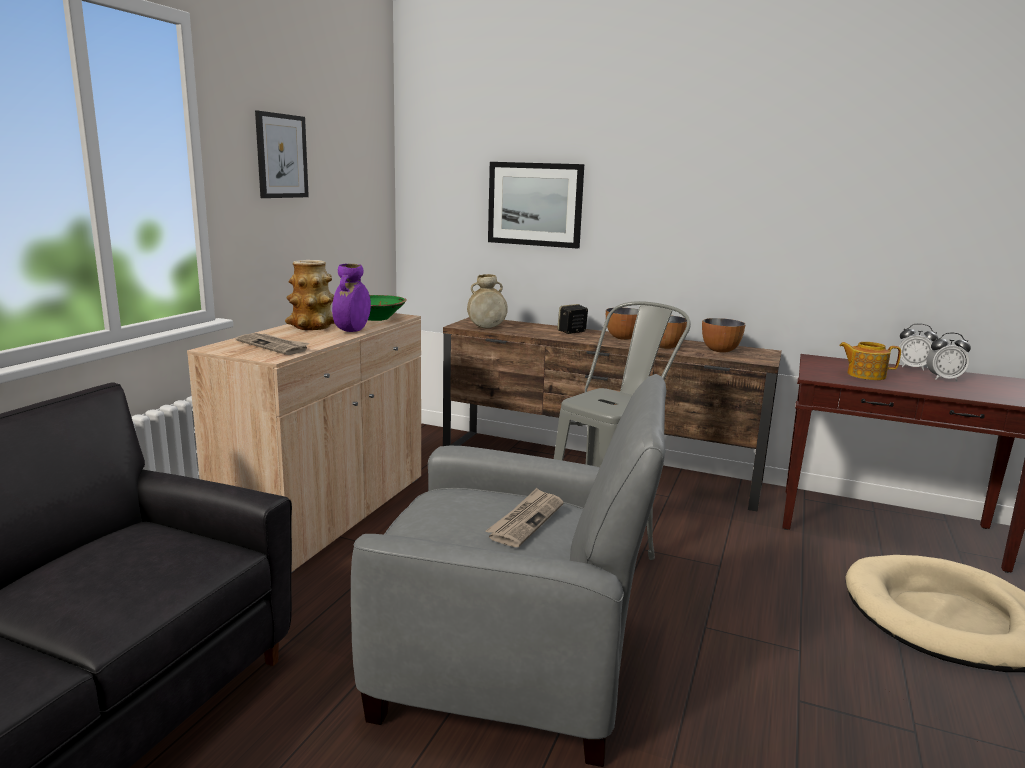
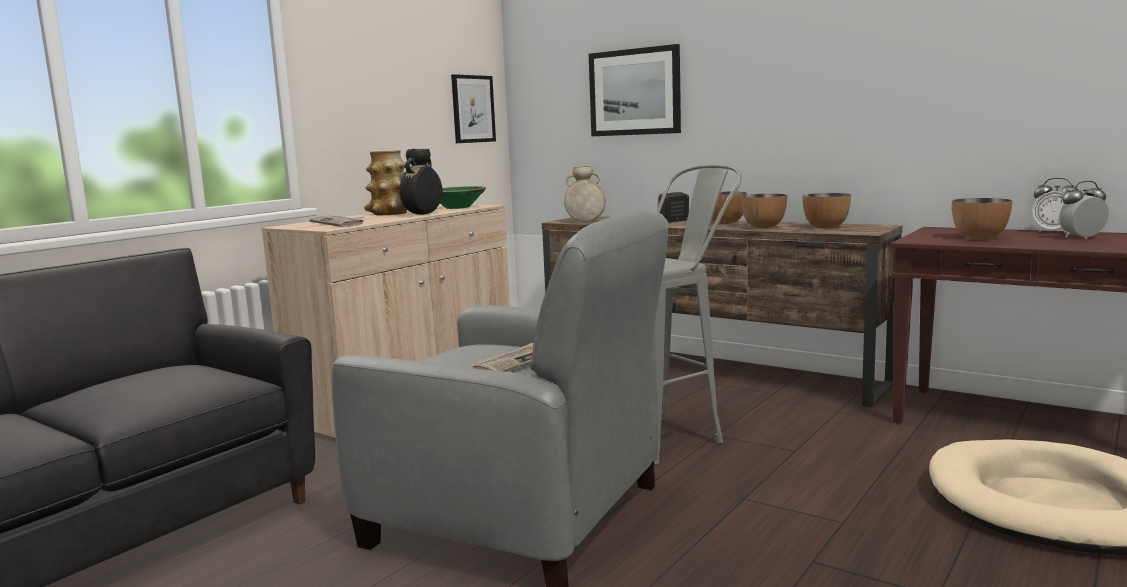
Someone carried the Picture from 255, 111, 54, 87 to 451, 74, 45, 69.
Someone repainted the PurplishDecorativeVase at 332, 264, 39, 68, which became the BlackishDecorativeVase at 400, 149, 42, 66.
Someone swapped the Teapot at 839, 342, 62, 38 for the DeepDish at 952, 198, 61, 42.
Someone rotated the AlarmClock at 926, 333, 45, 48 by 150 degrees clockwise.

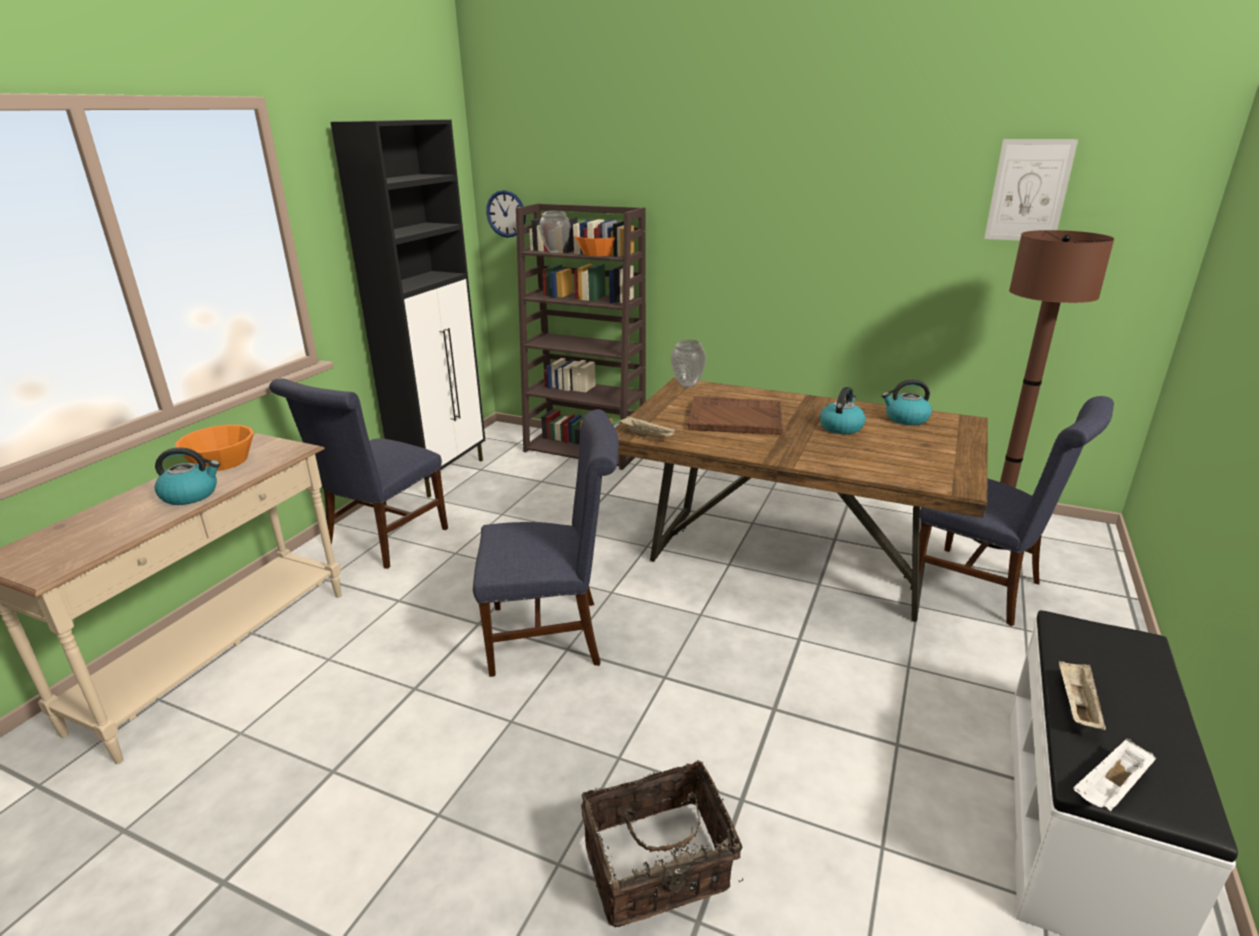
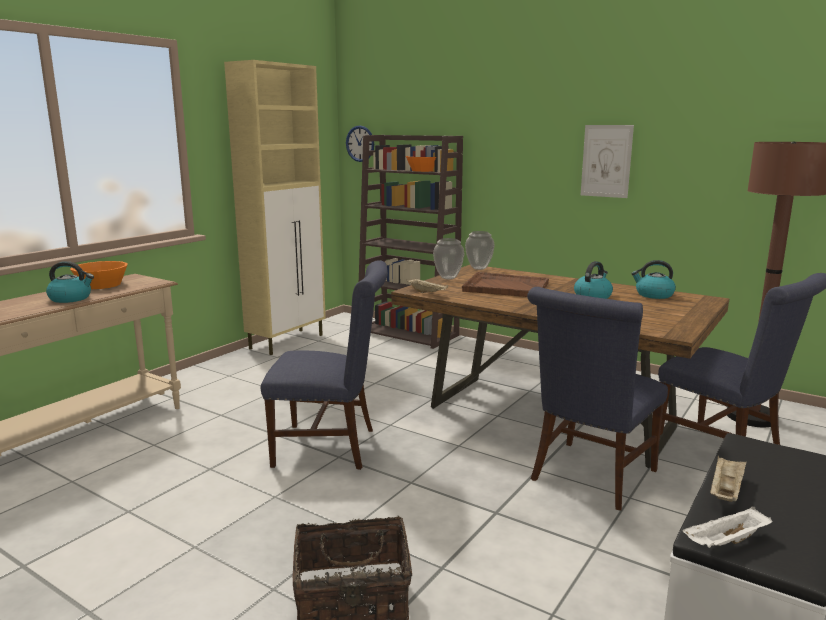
Someone carried the BlueColouredUprightChair from 269, 378, 179, 191 to 527, 287, 141, 224.
Someone repainted the BlackishStorageCabinet at 330, 120, 155, 378, which became the BeigeStorageCabinet at 224, 60, 102, 295.
Someone carried the DecorativeVase from 539, 210, 31, 43 to 433, 238, 31, 41.
Someone carried the Picture from 984, 139, 94, 102 to 581, 125, 53, 73.

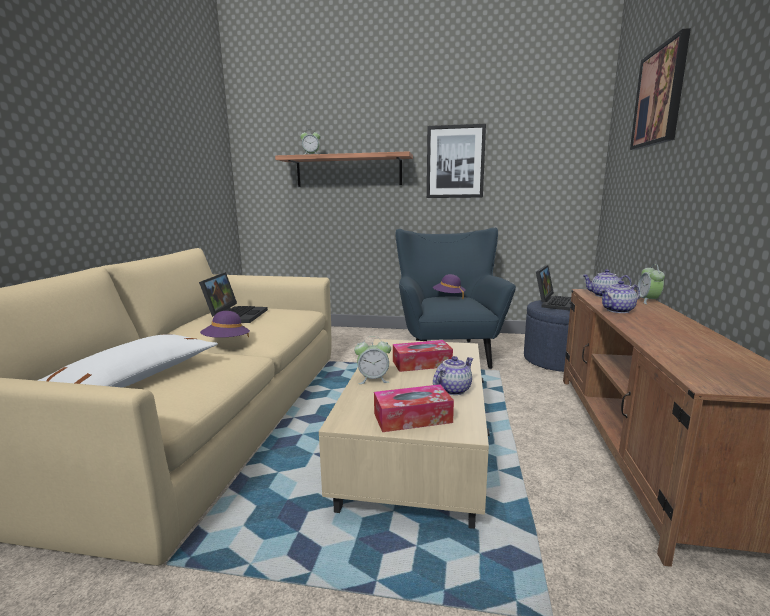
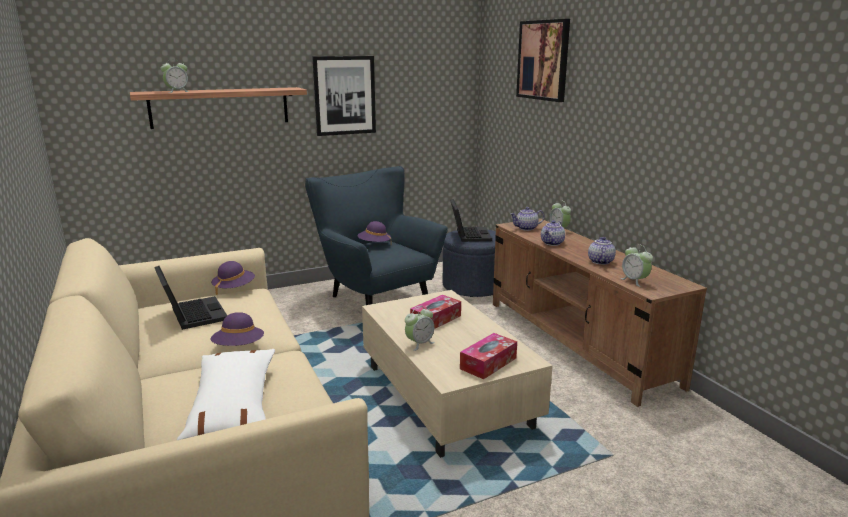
Someone carried the Teapot from 433, 356, 41, 39 to 588, 237, 28, 28.
Someone put down the PurplishWearableHat at 211, 261, 44, 34.
Someone put down the AlarmClock at 620, 244, 33, 43.

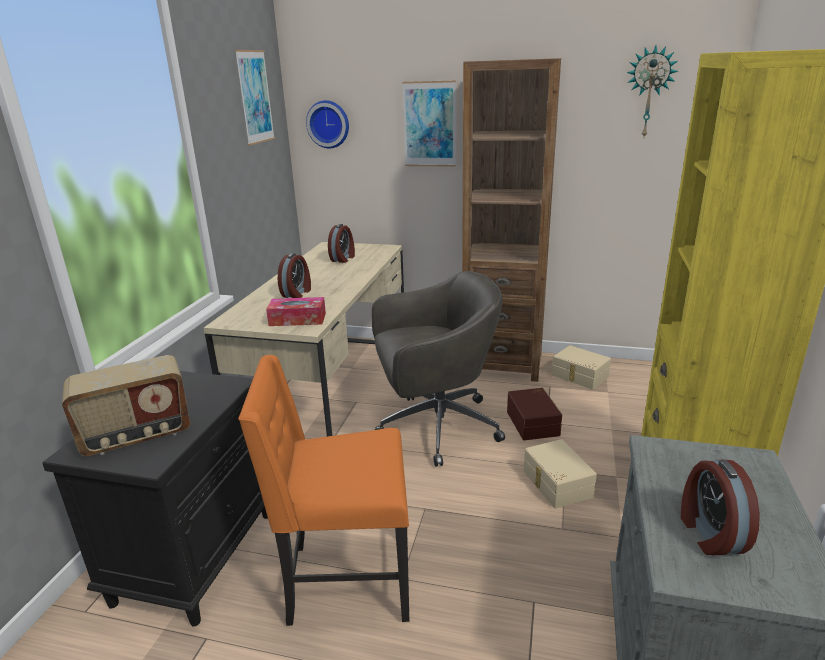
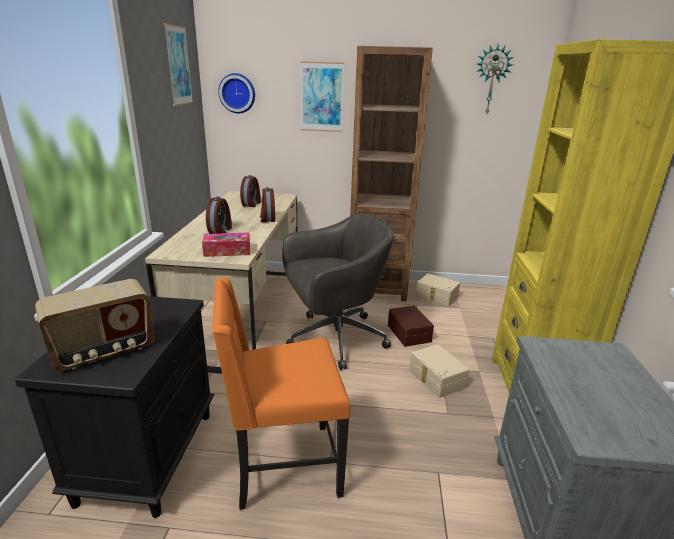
Someone carried the AlarmClock from 681, 459, 79, 96 to 260, 187, 15, 35.

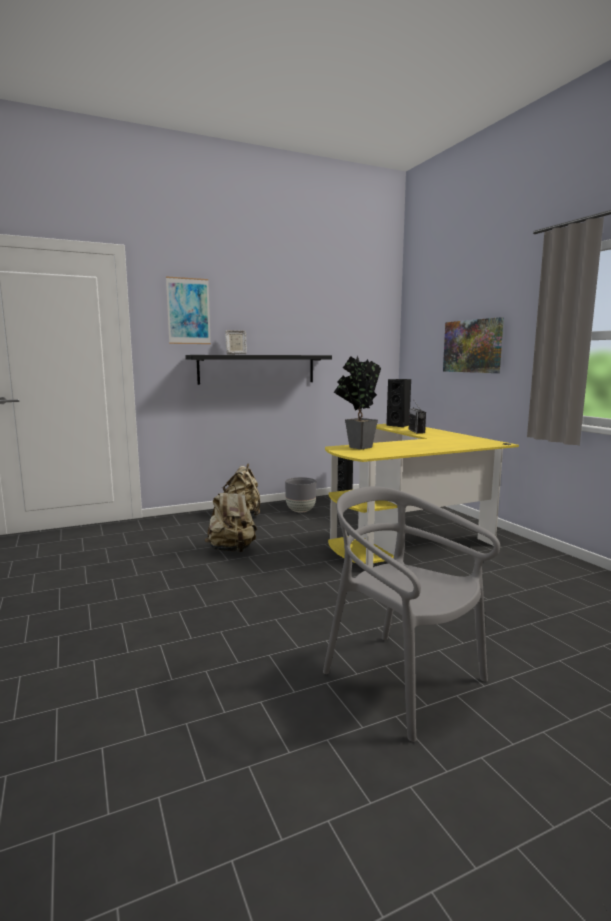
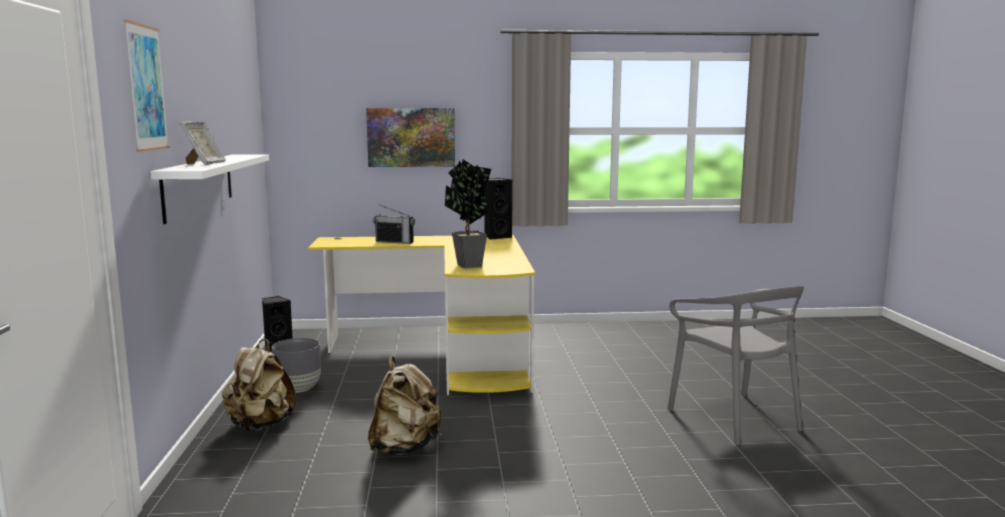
Someone repainted the BlackishBracketShelf at 185, 355, 147, 30, which became the WhiteBracketShelf at 151, 154, 118, 70.
Someone rotated the GreyUprightChair at 323, 486, 177, 256 by 90 degrees counterclockwise.
Someone carried the BlackishSpeaker from 386, 379, 25, 48 to 485, 178, 27, 62.

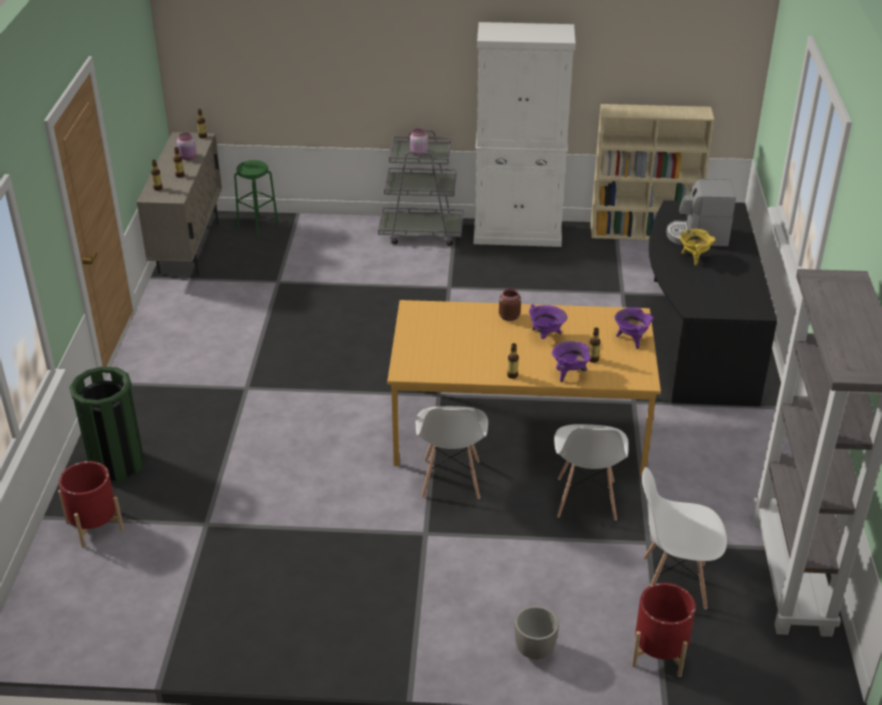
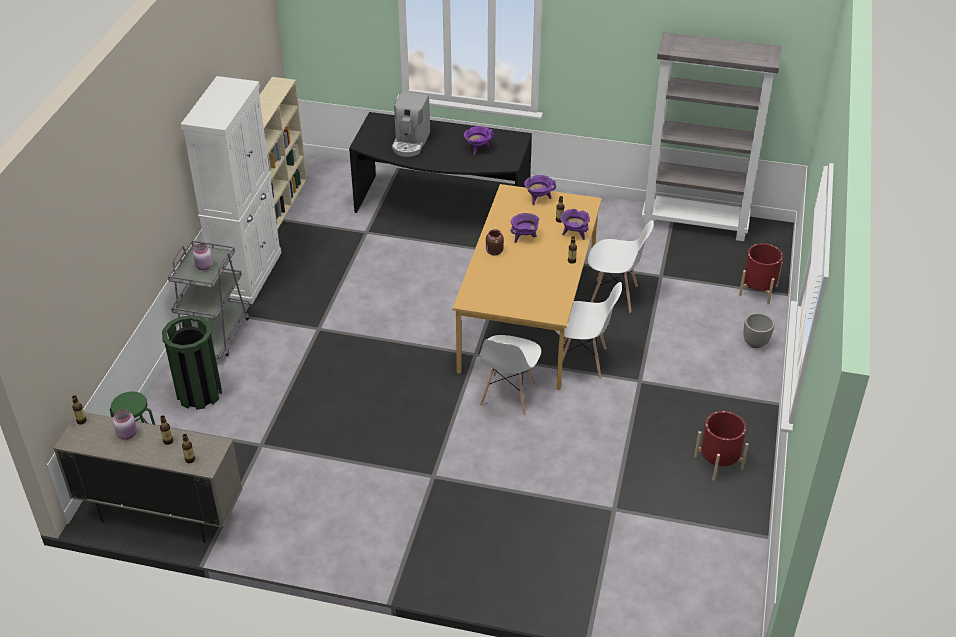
Someone carried the RedColouredPlantPot from 58, 461, 66, 87 to 694, 411, 55, 70.
Someone carried the GreenishWasteBin from 69, 366, 76, 117 to 162, 315, 60, 95.
Someone carried the WhiteUprightChair from 642, 467, 85, 142 to 479, 335, 62, 80.
Someone took away the YellowishStockpot at 680, 229, 35, 37.
Someone put down the PurplishStockpot at 464, 126, 30, 29.

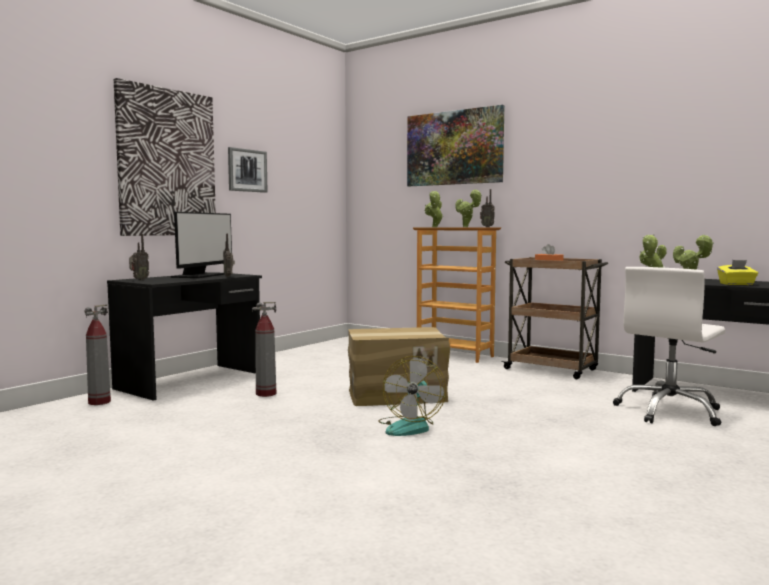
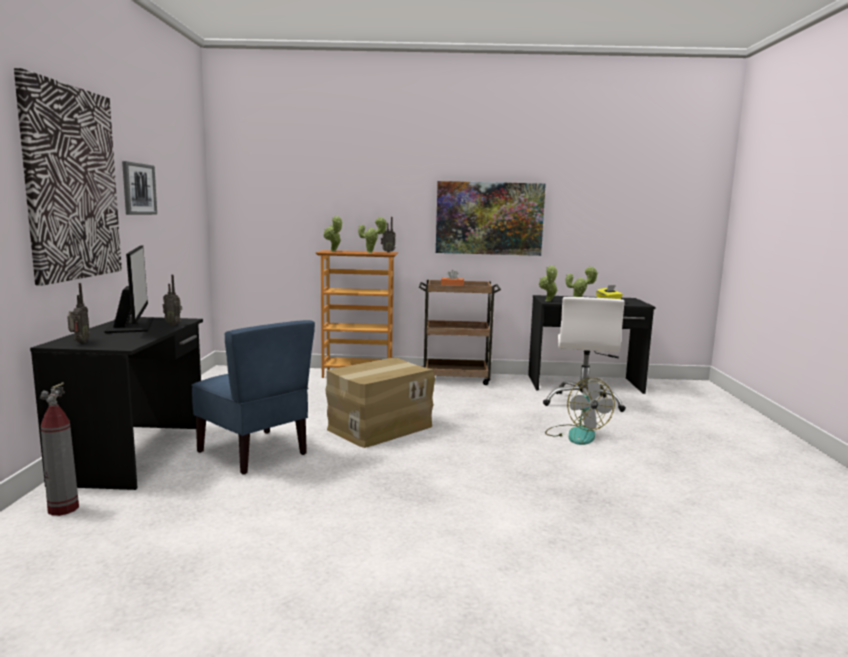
Someone swapped the FireFightingCylinder at 252, 302, 24, 95 for the BlueColouredUprightChair at 191, 320, 124, 155.
Someone carried the Fan from 378, 356, 68, 80 to 545, 378, 70, 67.
Someone carried the Picture from 407, 105, 97, 81 to 436, 181, 110, 75.

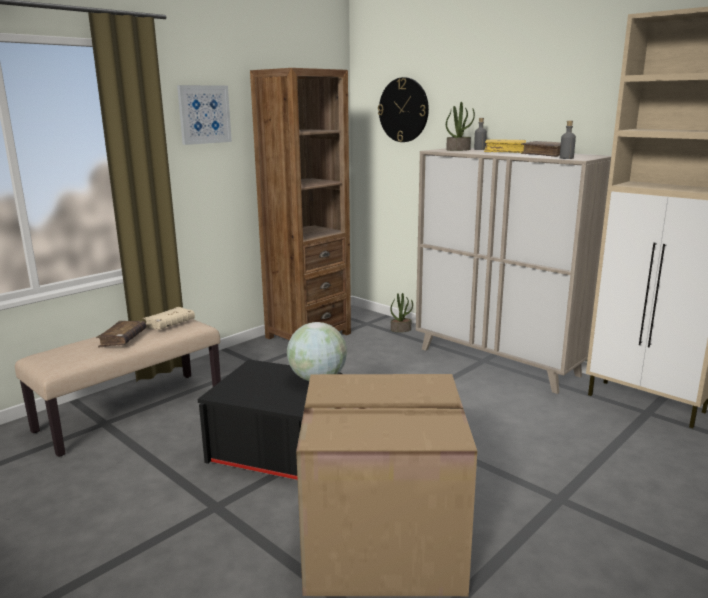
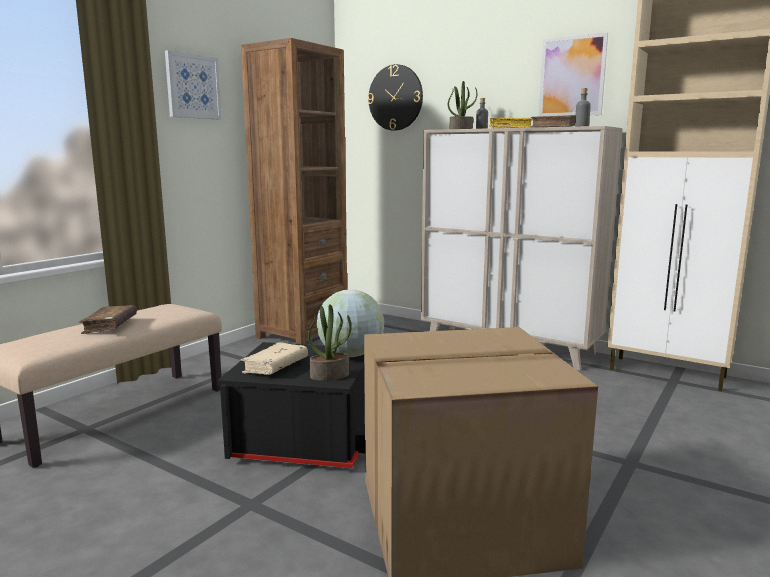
Someone carried the BeigeVolume from 143, 307, 52, 23 to 240, 342, 68, 33.
Someone carried the PlantInAPot from 390, 293, 23, 39 to 308, 304, 44, 77.
Someone put up the Picture at 539, 32, 69, 85.

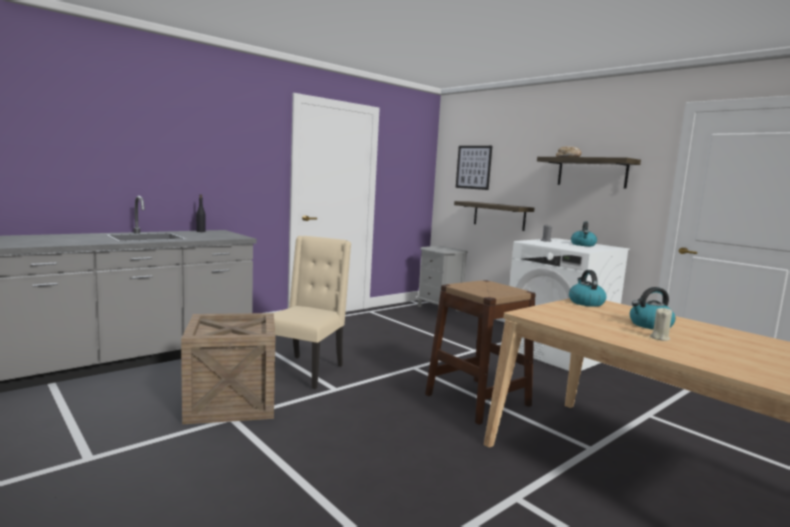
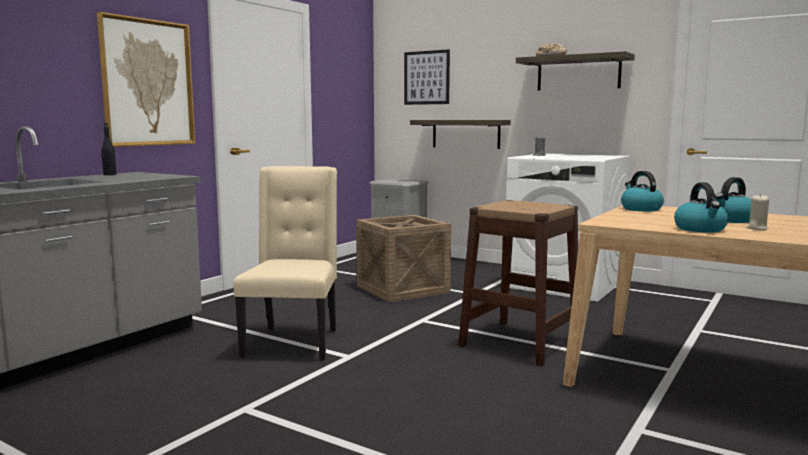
Someone carried the ShippingCrate from 181, 313, 94, 111 to 356, 215, 95, 87.
Someone carried the Kettle from 571, 221, 26, 25 to 674, 182, 55, 51.
Someone put up the Picture at 97, 12, 98, 135.

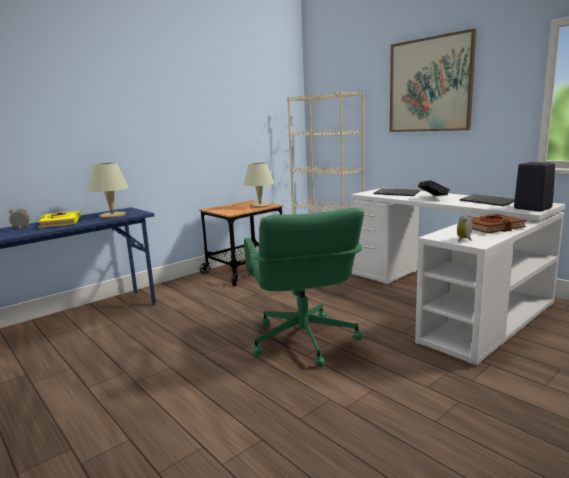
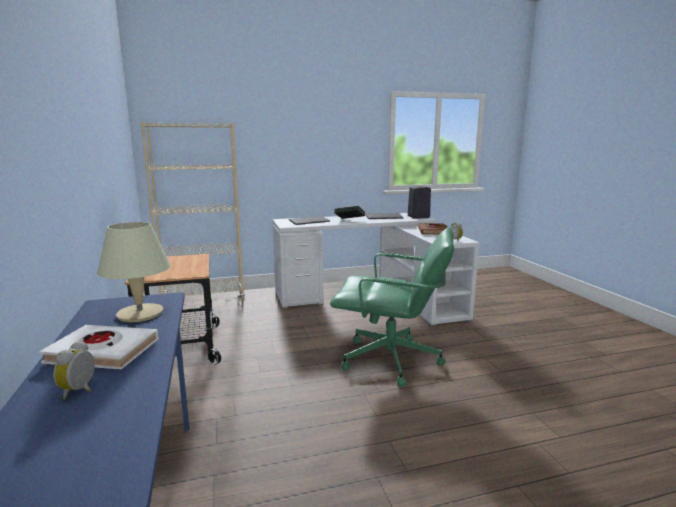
Someone repainted the YellowishVolume at 38, 211, 43, 17, which became the WhiteVolume at 39, 325, 120, 44.
Someone took away the BeigeTableLamp at 244, 163, 30, 45.
Someone took away the Picture at 390, 29, 86, 103.

